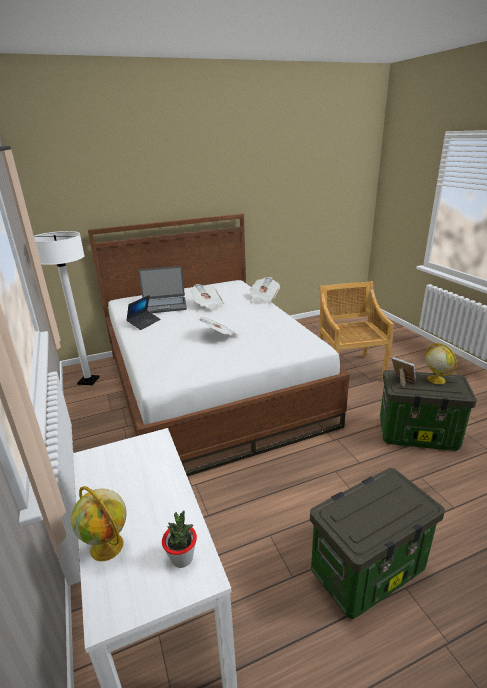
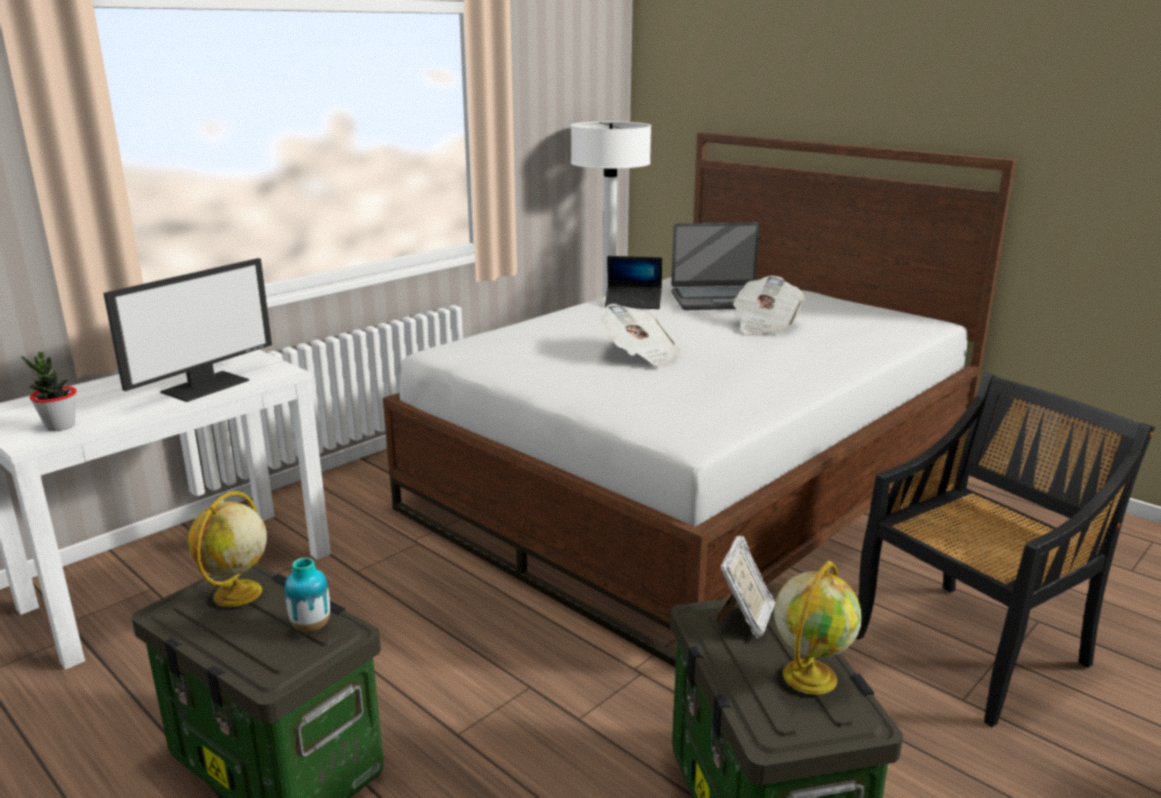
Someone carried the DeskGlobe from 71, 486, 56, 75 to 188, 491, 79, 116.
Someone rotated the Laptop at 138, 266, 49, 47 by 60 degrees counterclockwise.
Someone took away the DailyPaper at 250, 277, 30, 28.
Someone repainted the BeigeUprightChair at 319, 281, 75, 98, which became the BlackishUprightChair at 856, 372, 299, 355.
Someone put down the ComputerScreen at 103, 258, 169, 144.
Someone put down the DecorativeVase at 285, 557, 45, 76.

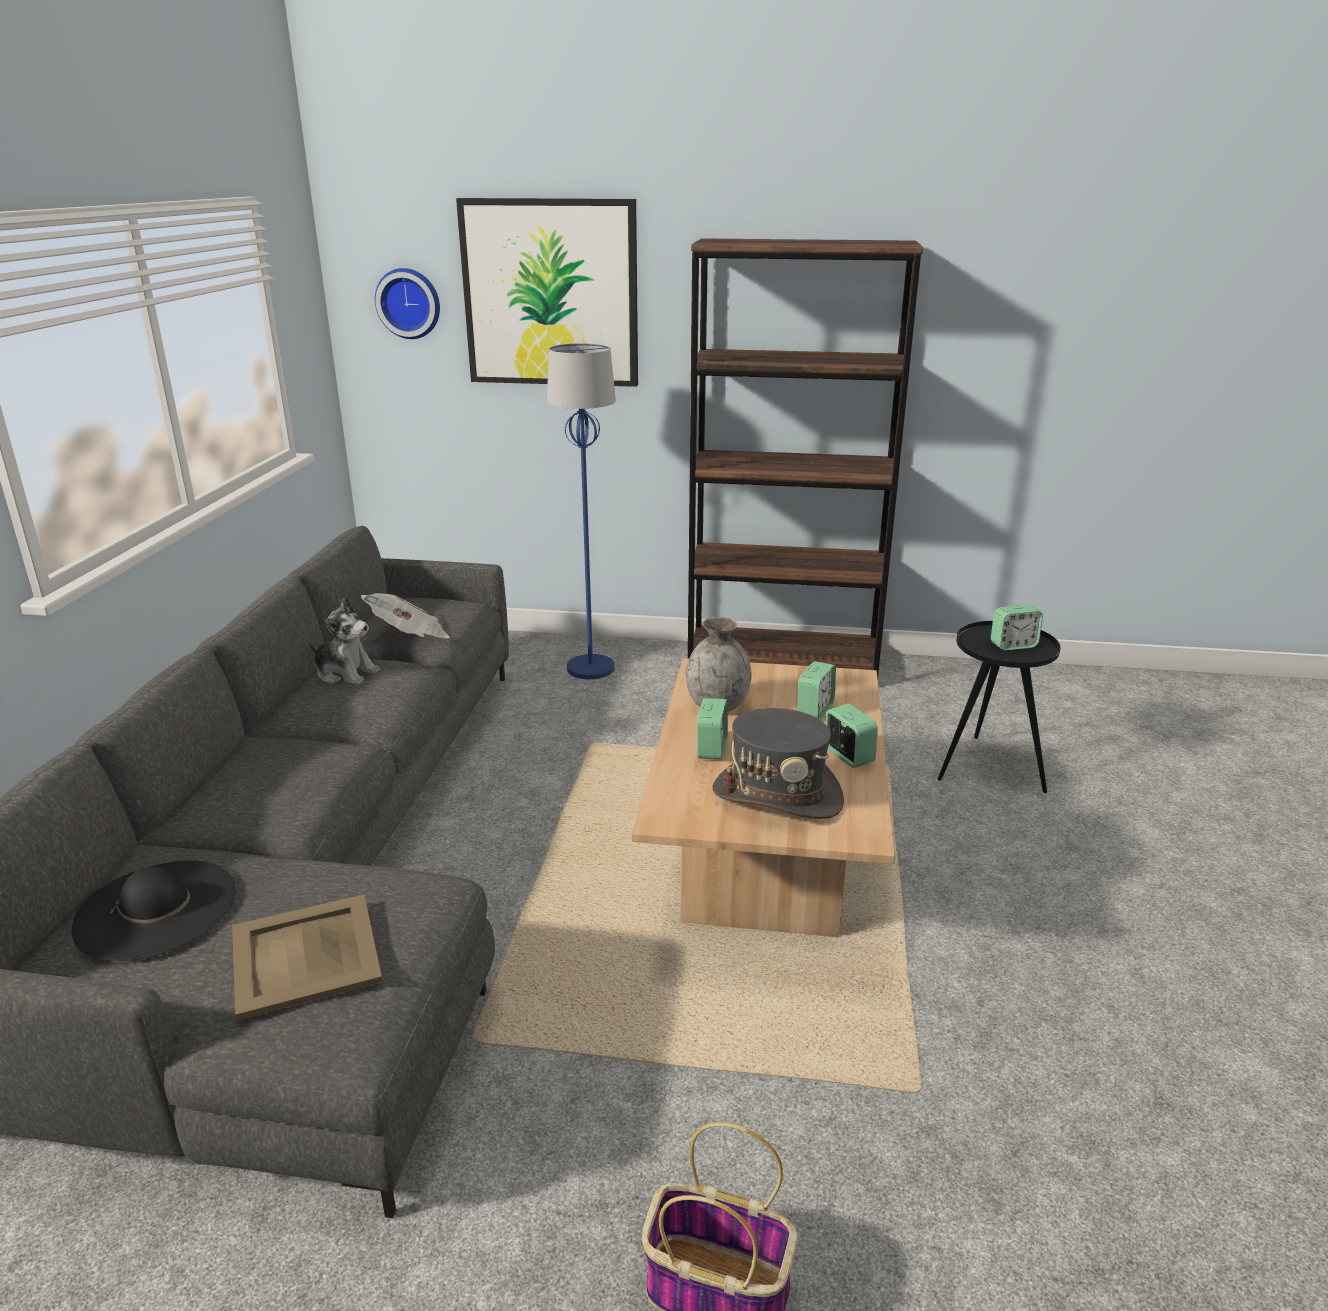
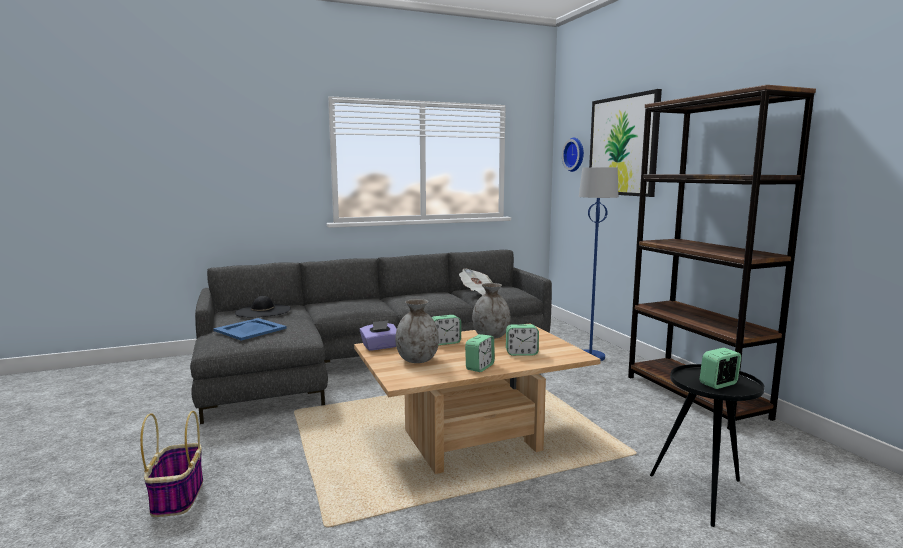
Someone repainted the BeigeTray at 232, 894, 151, 126, which became the BlueColouredTray at 213, 318, 74, 22.
Someone took away the PlushToy at 310, 598, 70, 87.
Someone swapped the GreyWearableHat at 712, 708, 132, 111 for the GreyDecorativeVase at 395, 299, 44, 64.
Someone rotated the AlarmClock at 991, 604, 52, 47 by 105 degrees clockwise.
Someone put down the PurplishTissueHolder at 360, 320, 37, 31.

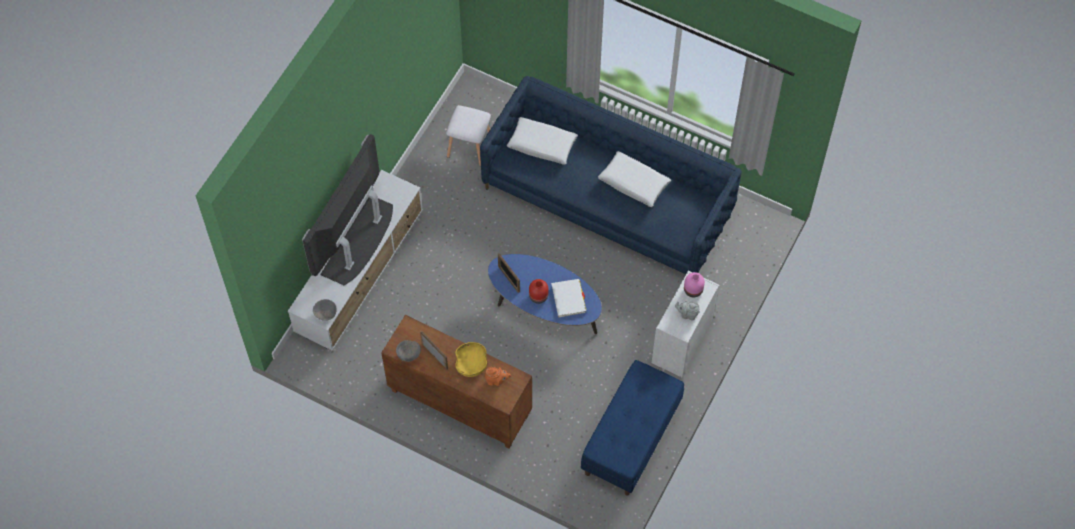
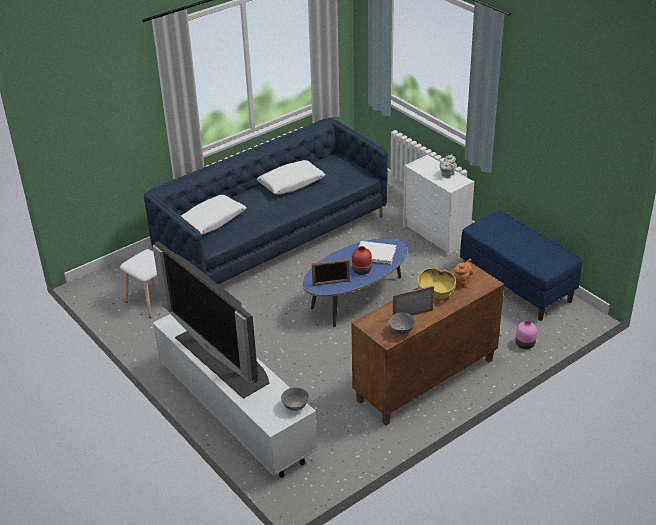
Someone carried the PinkColouredDecorativeVase from 684, 272, 21, 25 to 515, 320, 22, 29.

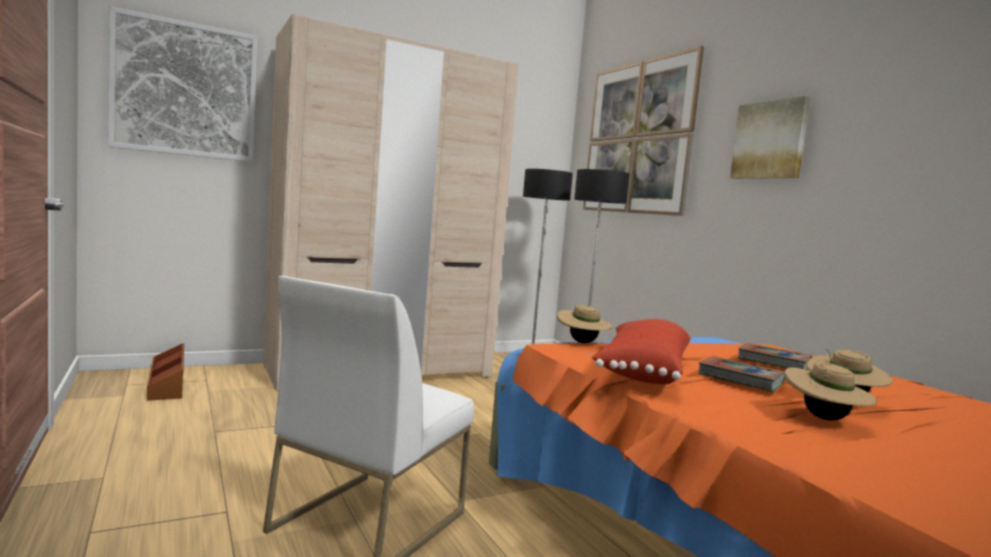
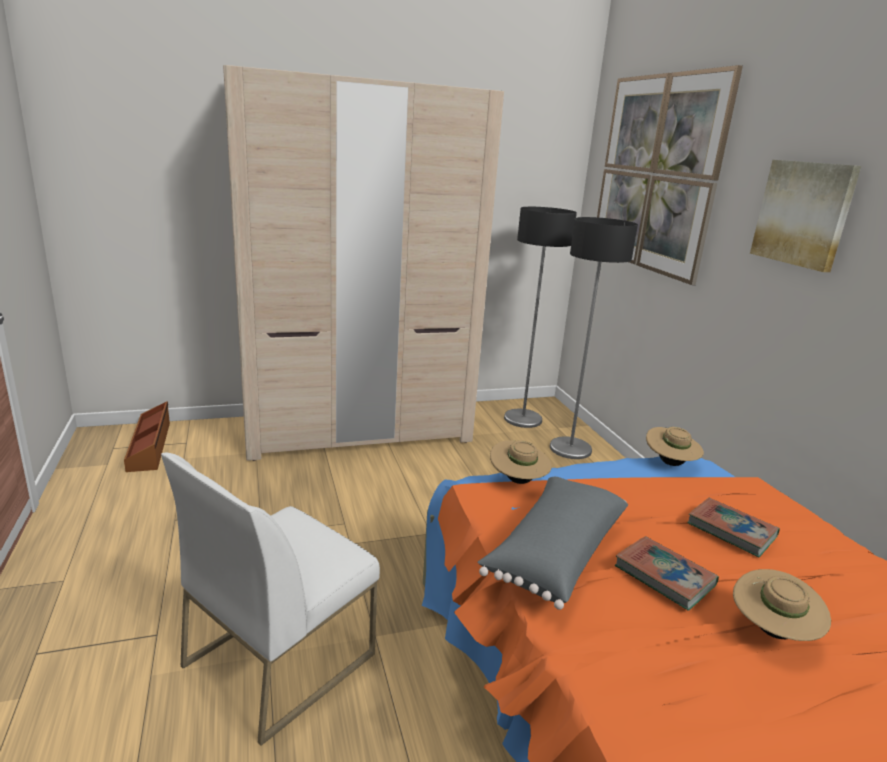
Someone took away the Picture at 108, 6, 150, 156.
Someone repainted the RedColouredCushion at 592, 319, 99, 65, which became the GreyCushion at 477, 477, 151, 133.
Someone carried the BeigeWearableHat from 784, 362, 93, 58 to 646, 427, 58, 39.

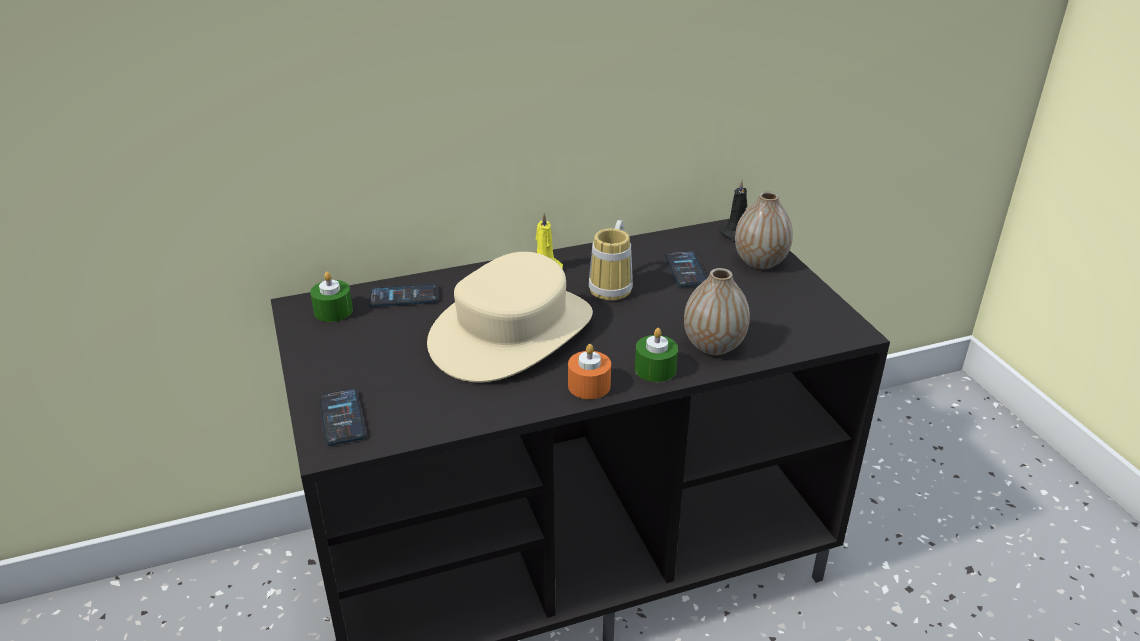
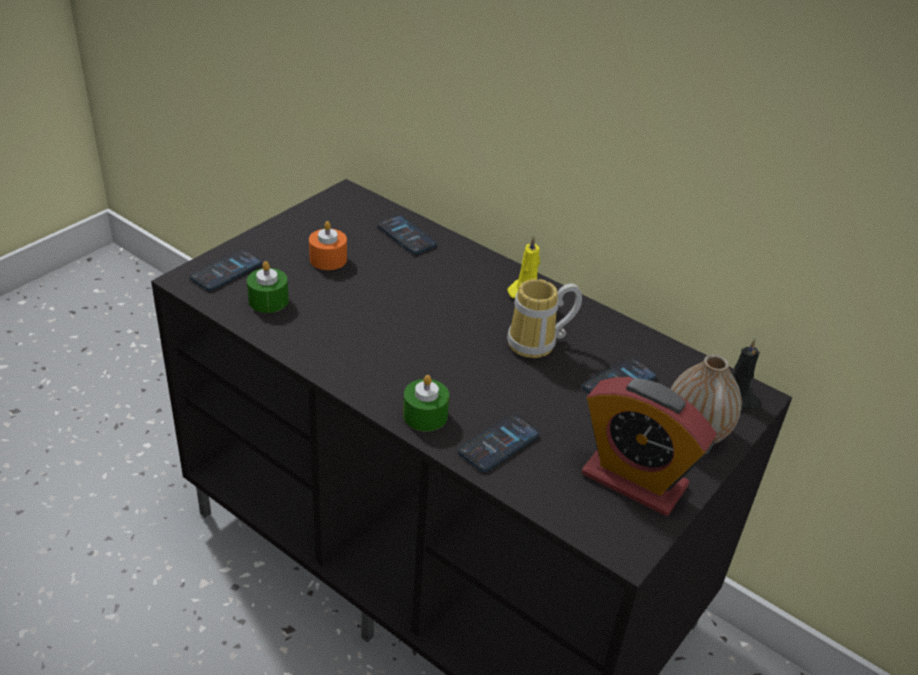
Someone carried the GreenishWaxCandle from 310, 272, 43, 50 to 247, 261, 42, 52.
Someone took away the BeigeWearableHat at 427, 252, 166, 130.
Someone carried the OrangeWaxCandle from 568, 344, 43, 55 to 309, 221, 38, 49.
Someone swapped the DecorativeVase at 684, 268, 66, 87 for the Telephone at 458, 414, 81, 58.
Someone put down the AlarmClock at 582, 377, 135, 139.

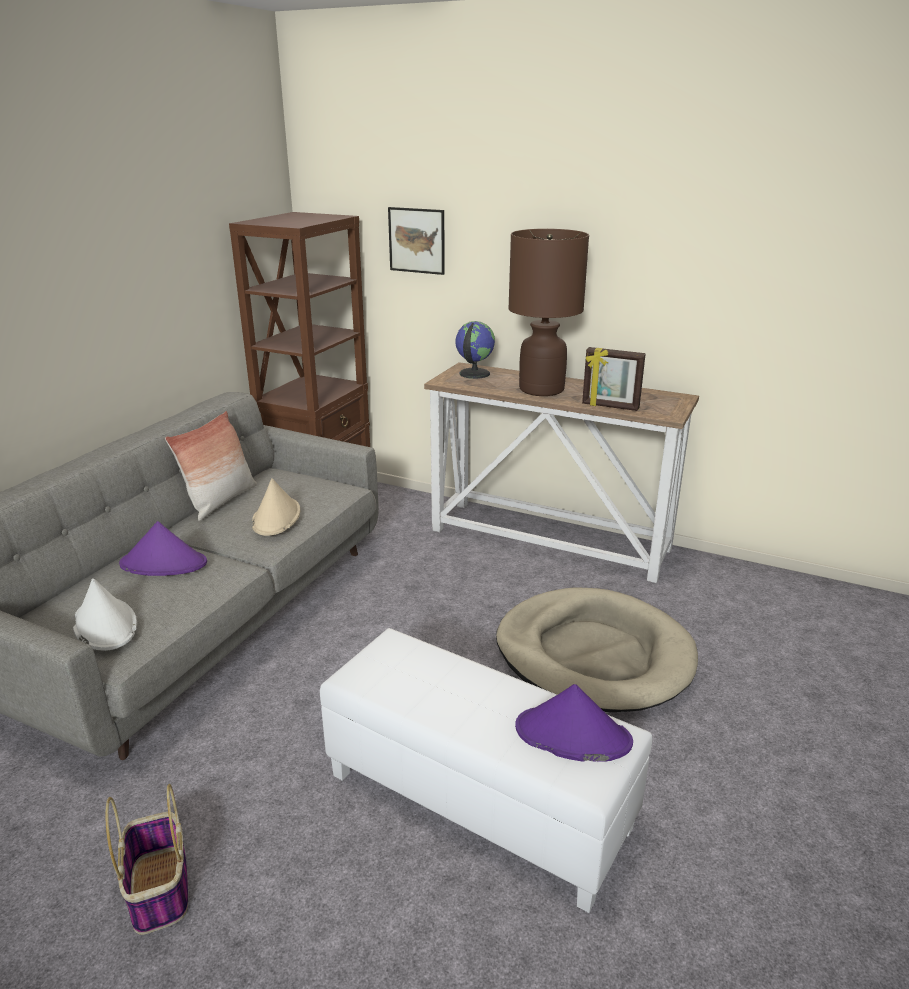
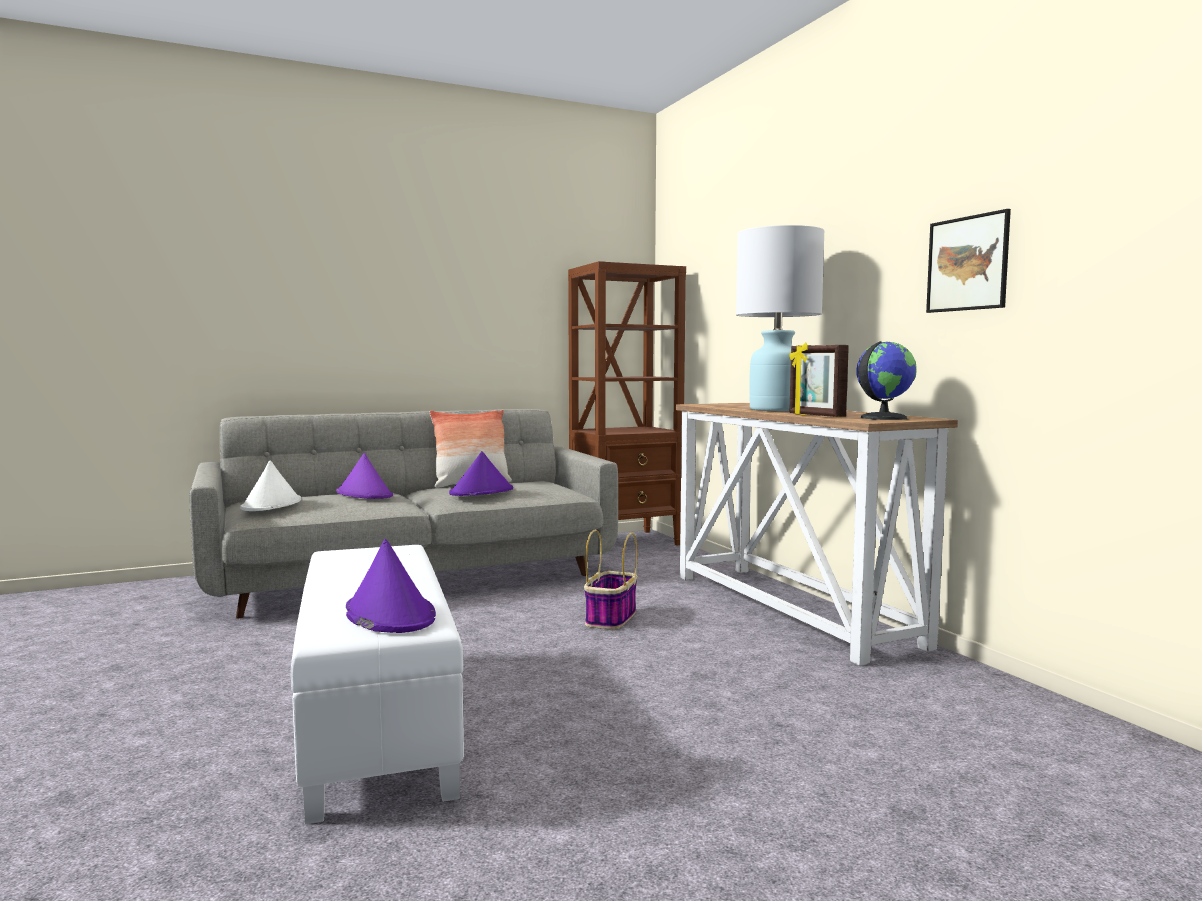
Someone carried the HouseholdBasket from 105, 784, 83, 151 to 584, 530, 53, 99.
Someone repainted the BeigeWearableHat at 252, 479, 48, 57, which became the PurplishWearableHat at 449, 451, 64, 45.
Someone carried the Picture from 388, 207, 57, 68 to 926, 209, 85, 104.
Someone carried the DeskGlobe from 456, 321, 39, 58 to 856, 341, 61, 79.
Someone took away the BeigeDogCushion at 496, 587, 202, 125.
Someone repainted the BrownishTableLamp at 508, 229, 81, 167, which became the WhiteTableLamp at 736, 225, 89, 186.

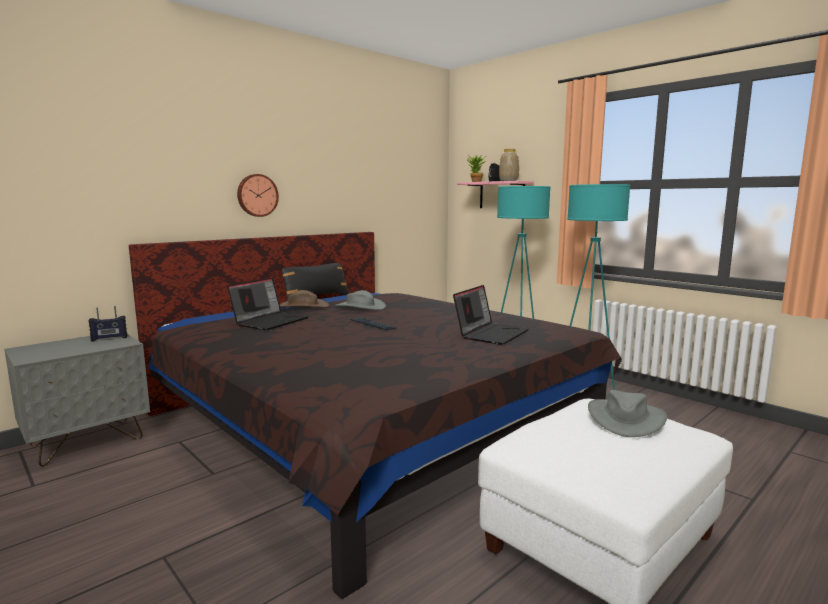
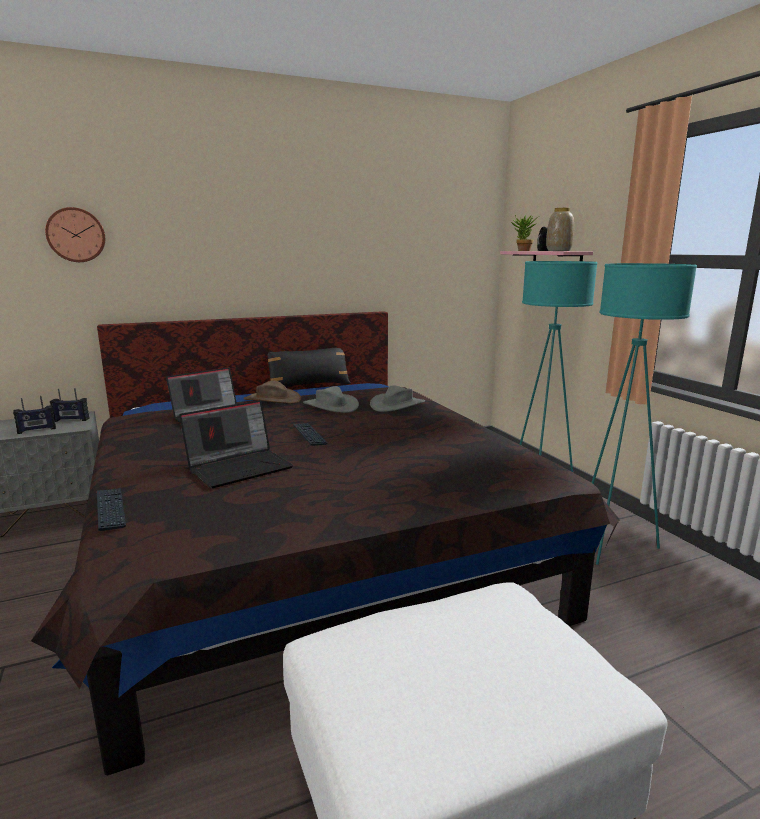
Someone carried the ClockOnTheWall from 237, 174, 42, 43 to 45, 207, 60, 55.
Someone carried the Laptop from 453, 285, 76, 60 to 179, 400, 114, 88.
Someone carried the GreyWearableHat from 588, 390, 79, 47 to 370, 385, 55, 27.
Someone put down the Radio at 13, 396, 43, 38.
Someone put down the Keyboard at 97, 488, 29, 43.

